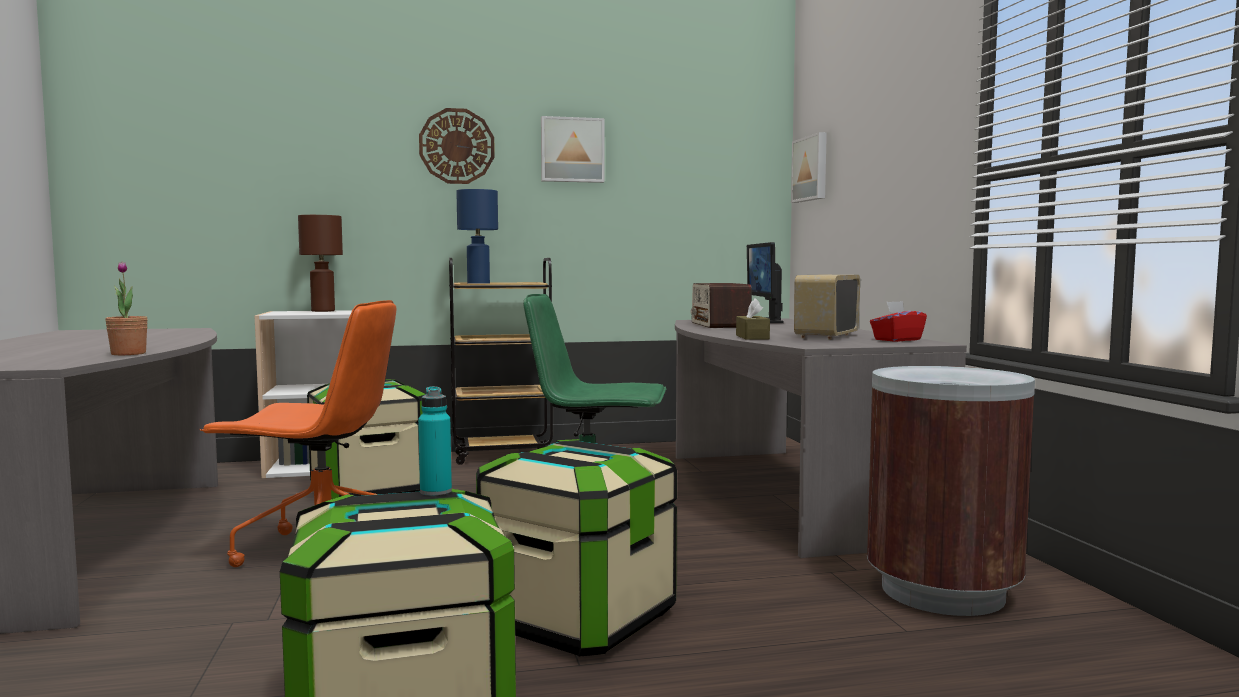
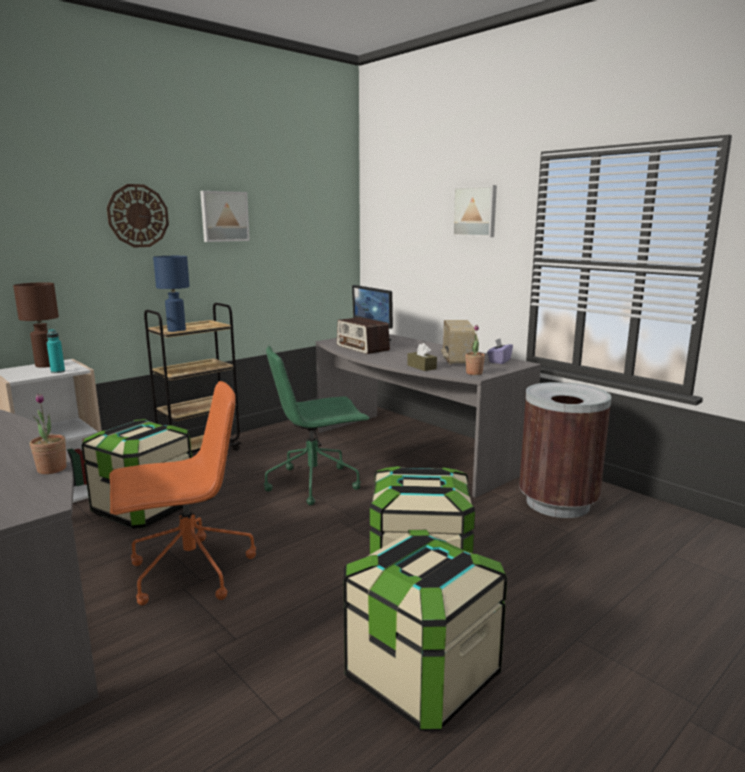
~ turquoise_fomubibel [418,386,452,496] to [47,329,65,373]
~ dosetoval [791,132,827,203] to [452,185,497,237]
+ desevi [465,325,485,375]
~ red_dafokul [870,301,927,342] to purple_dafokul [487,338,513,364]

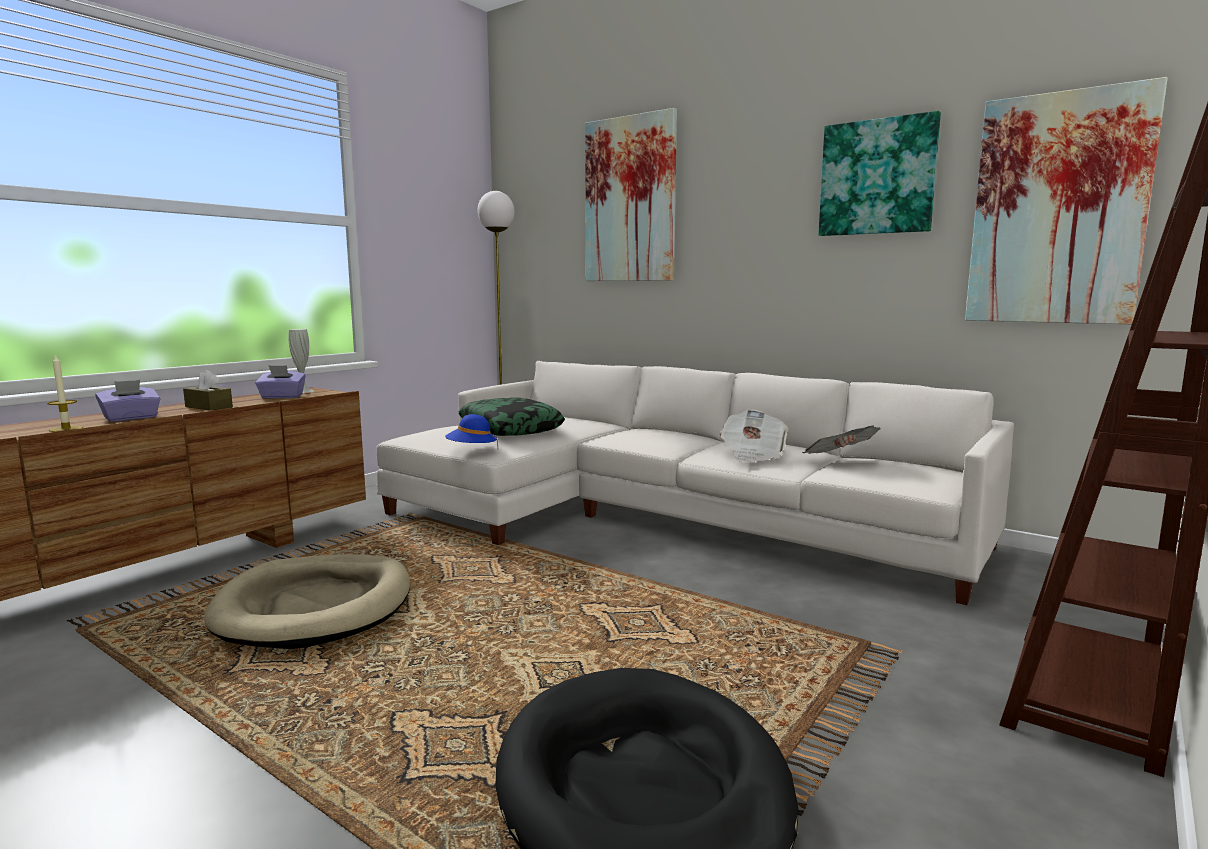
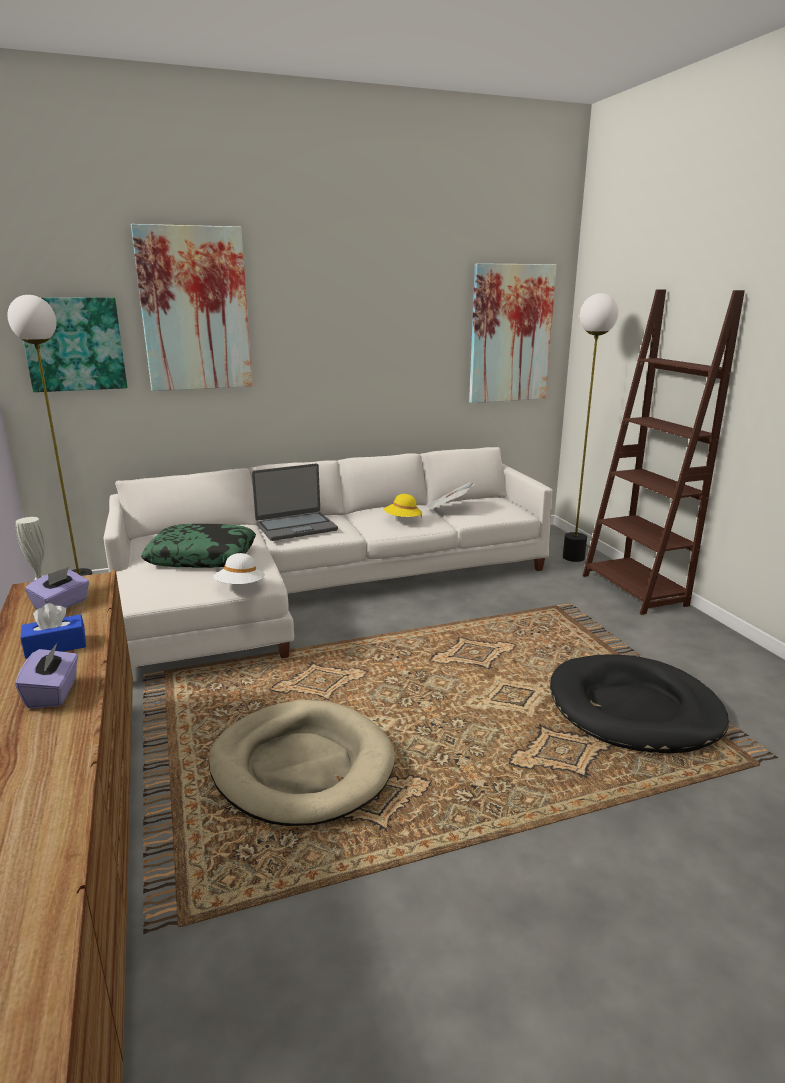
~ brown_dafokul [183,370,233,411] to blue_dafokul [21,603,86,659]
~ dosetoval [819,111,941,236] to [23,297,127,392]
~ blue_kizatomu [445,414,498,450] to white_kizatomu [213,553,265,584]
+ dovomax [252,464,338,541]
~ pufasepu [720,409,788,463] to yellow_kizatomu [384,494,422,519]
+ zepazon [563,293,618,562]
- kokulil [47,354,83,432]

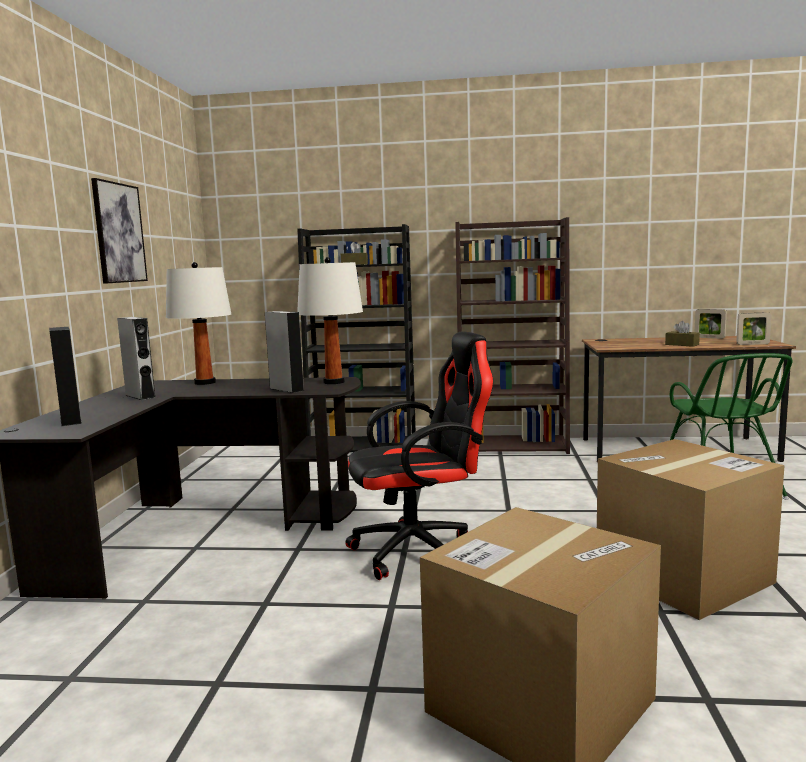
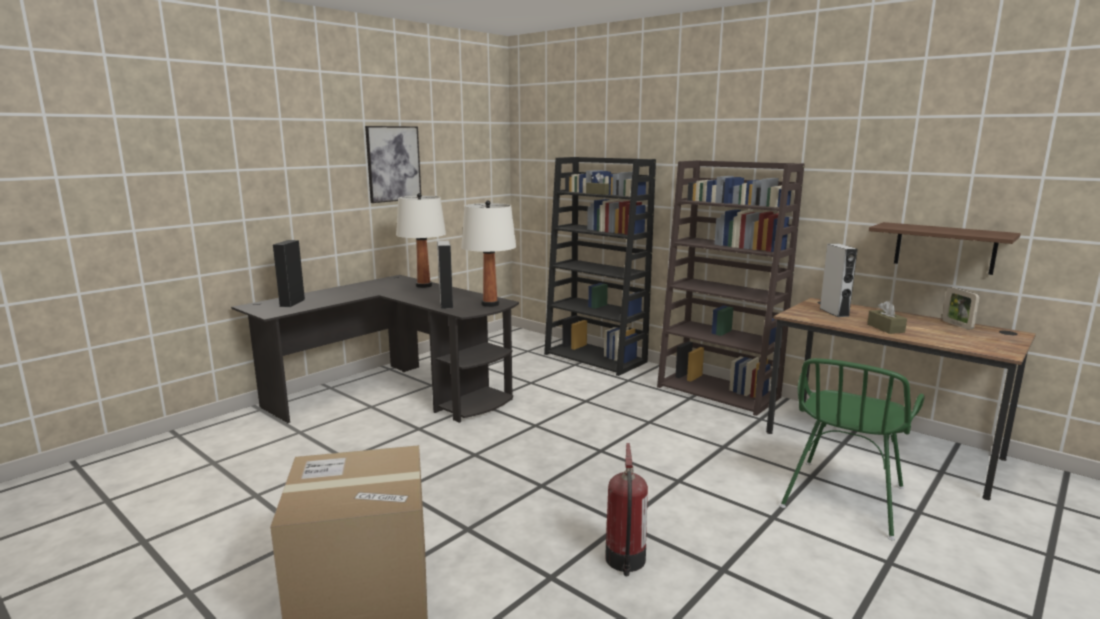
~ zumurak [597,439,785,620] to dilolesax [605,443,648,576]
~ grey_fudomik [117,317,156,400] to [820,244,858,317]
+ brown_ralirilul [869,222,1021,275]
- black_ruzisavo [345,332,493,580]
- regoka [736,312,772,345]

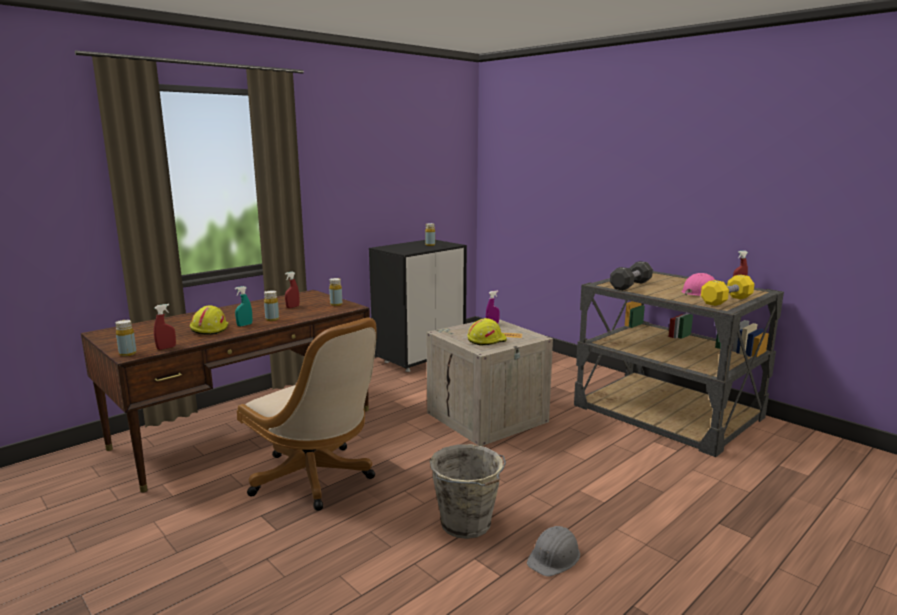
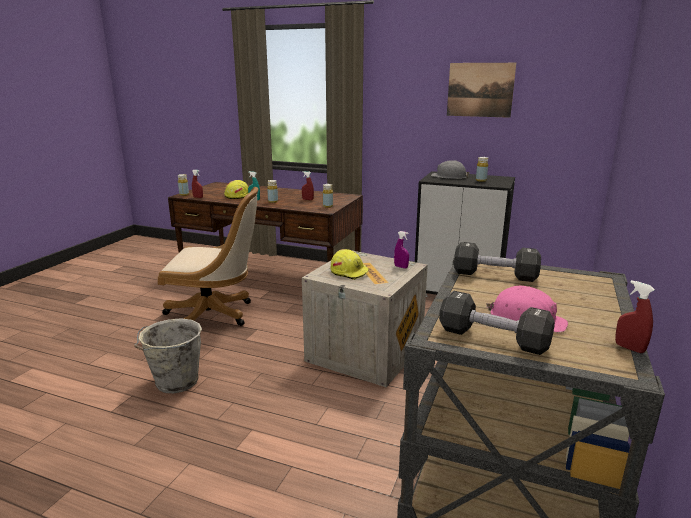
~ ruzisavo [237,317,376,511] = [158,187,258,326] 105 degrees counterclockwise
~ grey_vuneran [527,526,580,577] to [431,160,470,179]
~ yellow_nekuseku [701,275,755,306] to black_nekuseku [439,291,555,355]
+ dosetoval [447,63,516,118]

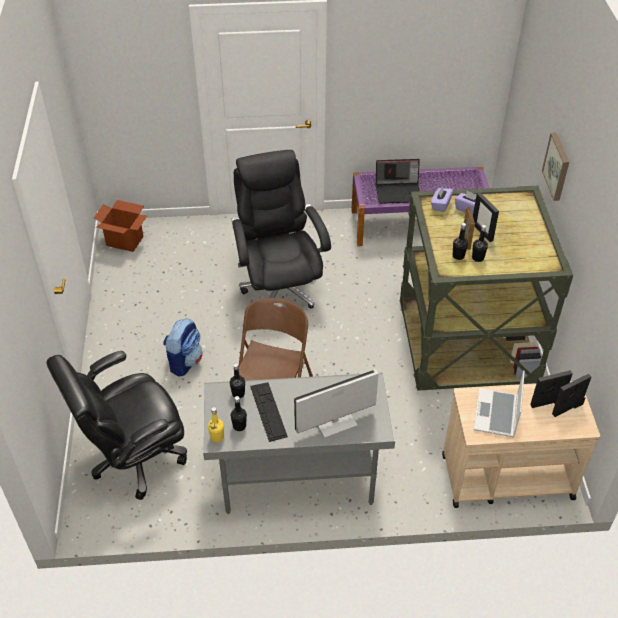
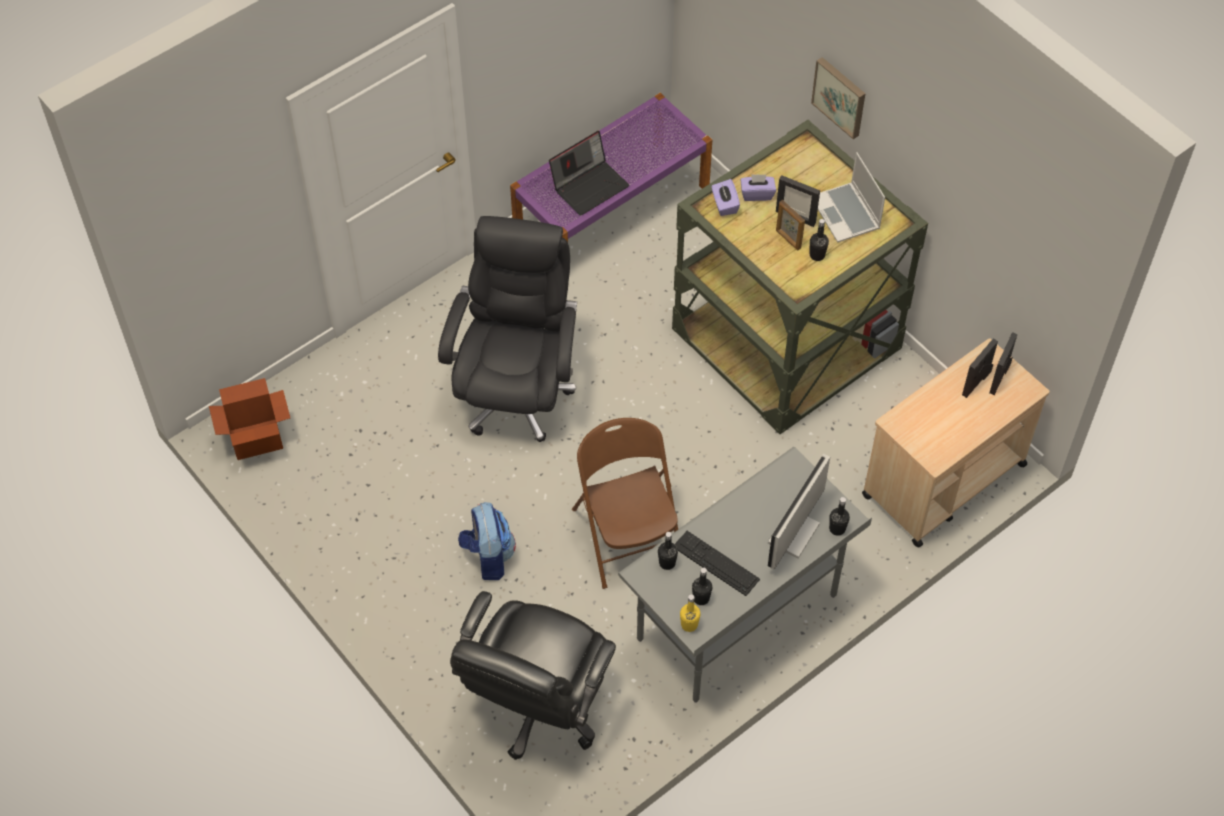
~ black_ruzisavo [231,150,331,309] = [438,216,577,442] 60 degrees clockwise
~ dovomax [474,370,525,437] to [818,152,885,243]
~ black_fomubibel [453,223,468,260] to [829,497,850,536]

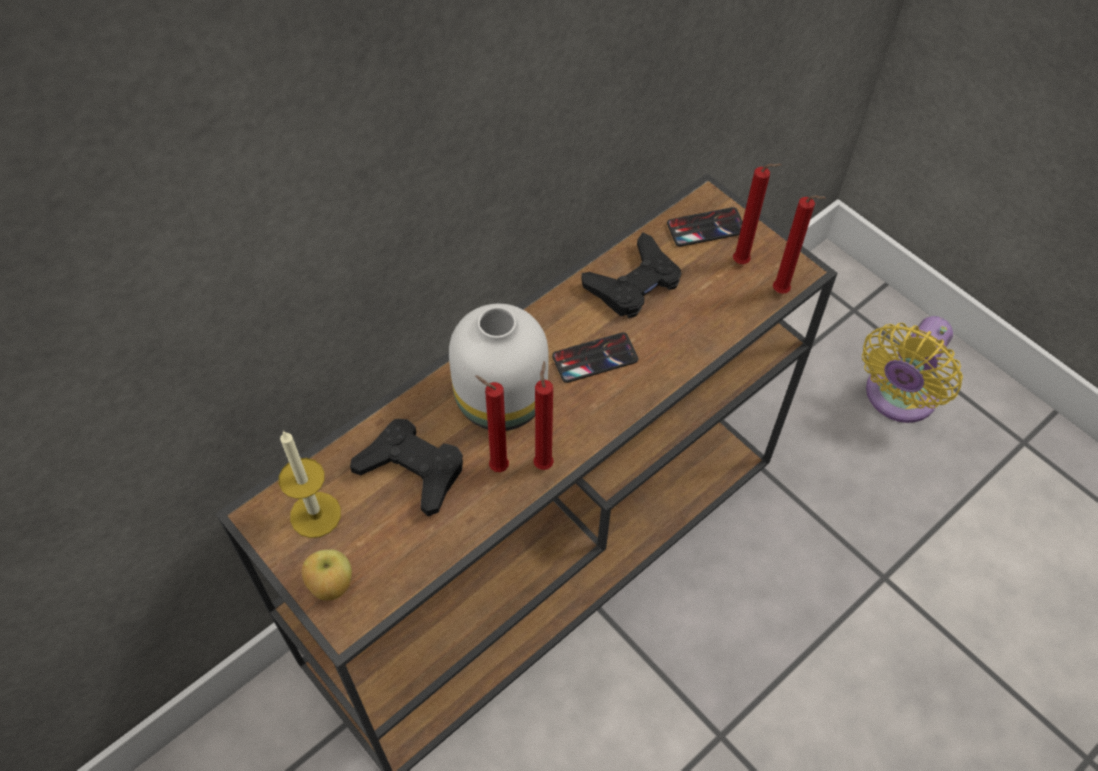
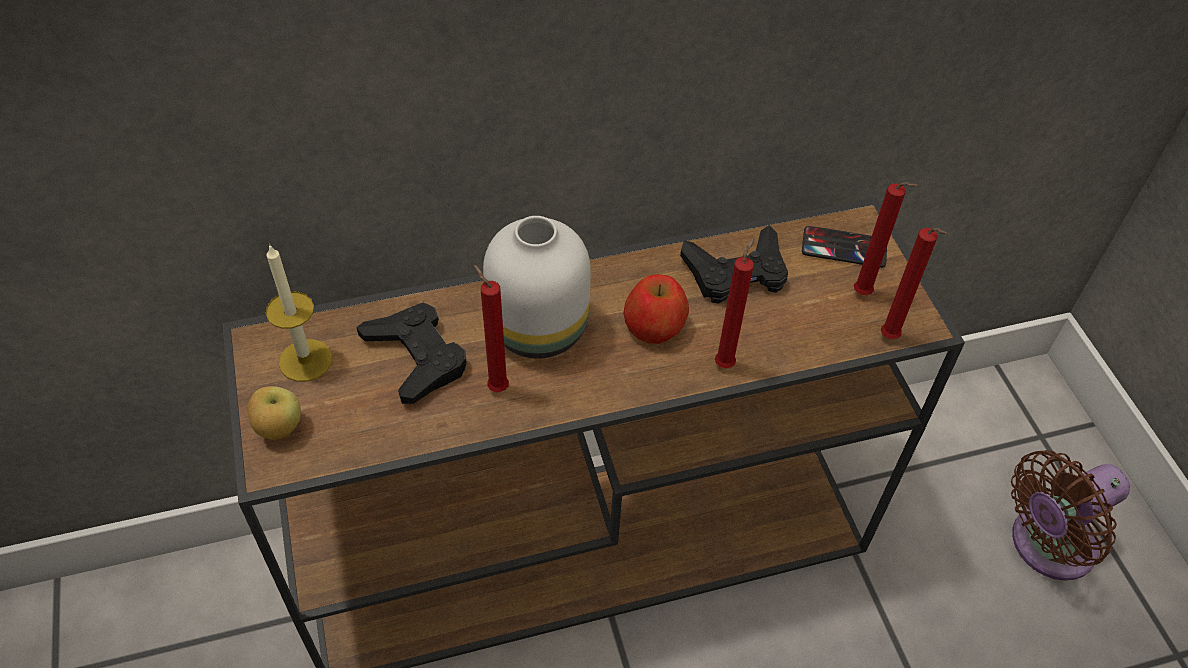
~ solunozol [552,332,638,383] to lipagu [623,274,689,344]
~ red_kokulil [533,361,554,470] to [715,238,755,368]
~ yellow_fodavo [862,316,963,423] to brown_fodavo [1011,450,1130,581]

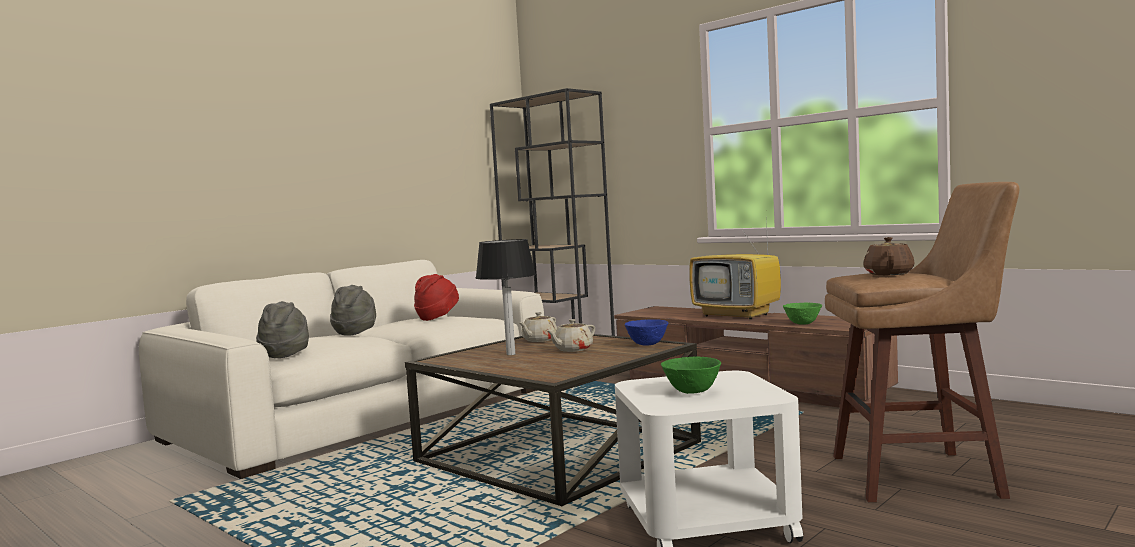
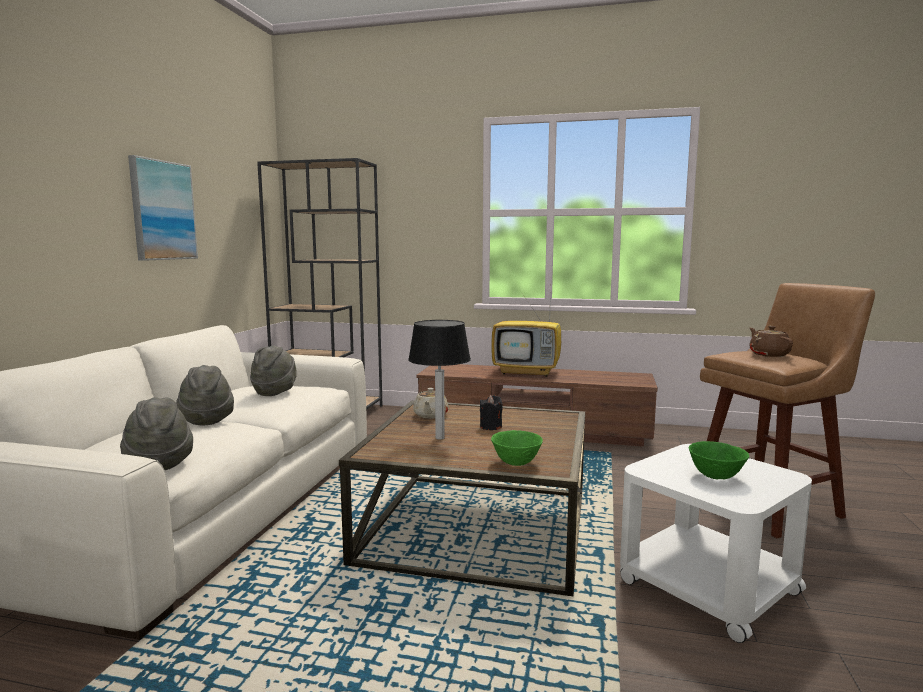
+ dosetoval [128,155,198,261]
~ red_kizatomu [414,274,459,321] to grey_kizatomu [250,346,297,396]
~ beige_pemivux [546,319,595,352] to black_kokulil [480,395,503,430]
~ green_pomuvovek [783,303,822,325] to [491,430,543,466]
- blue_pomuvovek [624,319,669,346]

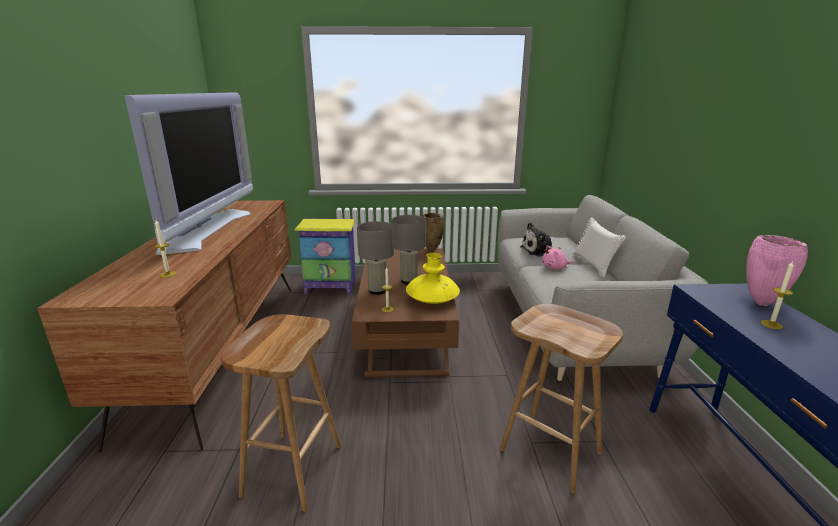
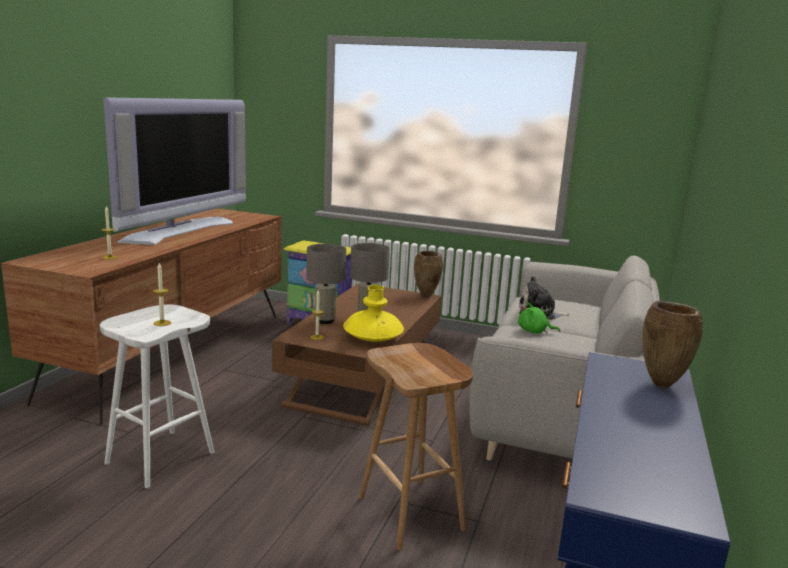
~ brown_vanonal [221,314,341,512] to white_vanonal [100,305,214,488]
~ kokulil [760,261,794,329] to [153,263,171,326]
~ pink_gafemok [542,245,574,270] to green_gafemok [518,302,560,334]
~ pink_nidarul [746,235,808,306] to brown_nidarul [643,301,703,388]
- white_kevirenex [572,217,626,278]

